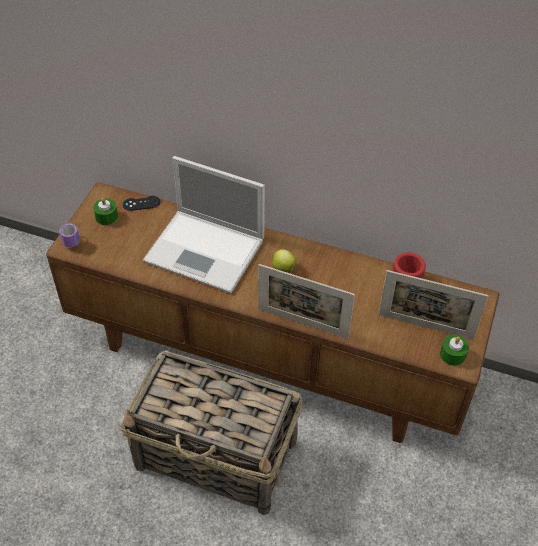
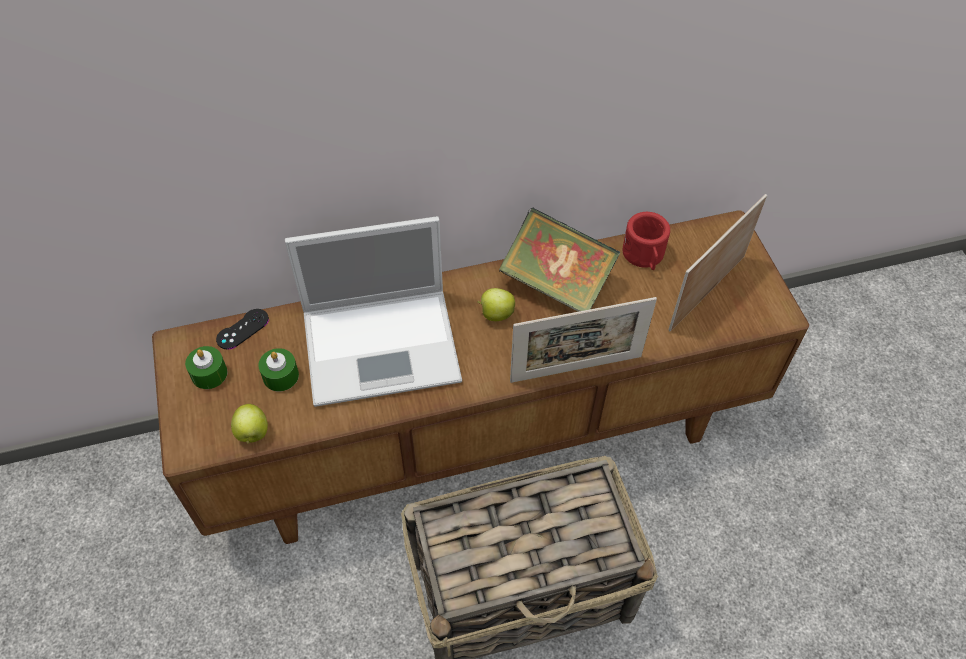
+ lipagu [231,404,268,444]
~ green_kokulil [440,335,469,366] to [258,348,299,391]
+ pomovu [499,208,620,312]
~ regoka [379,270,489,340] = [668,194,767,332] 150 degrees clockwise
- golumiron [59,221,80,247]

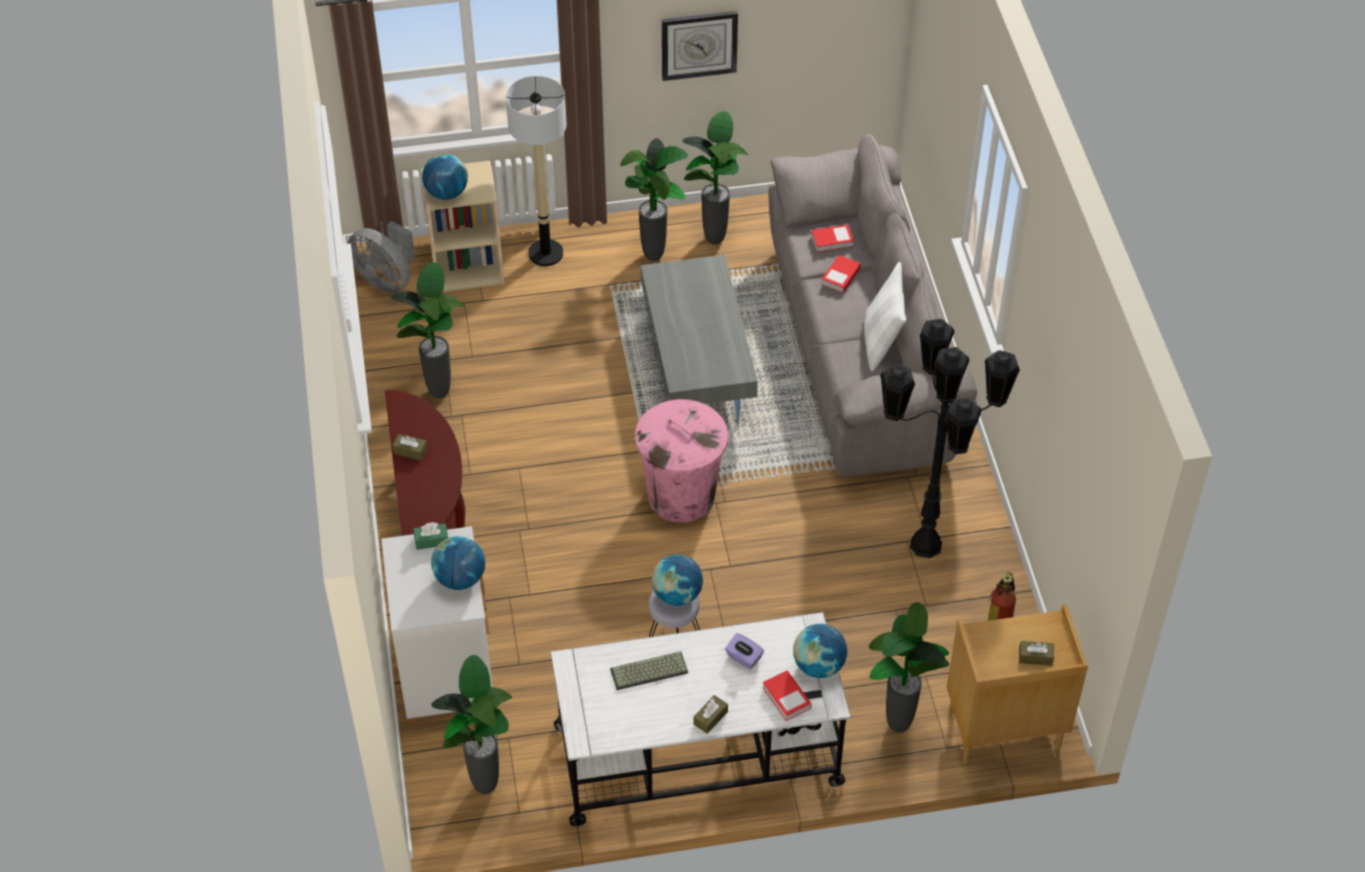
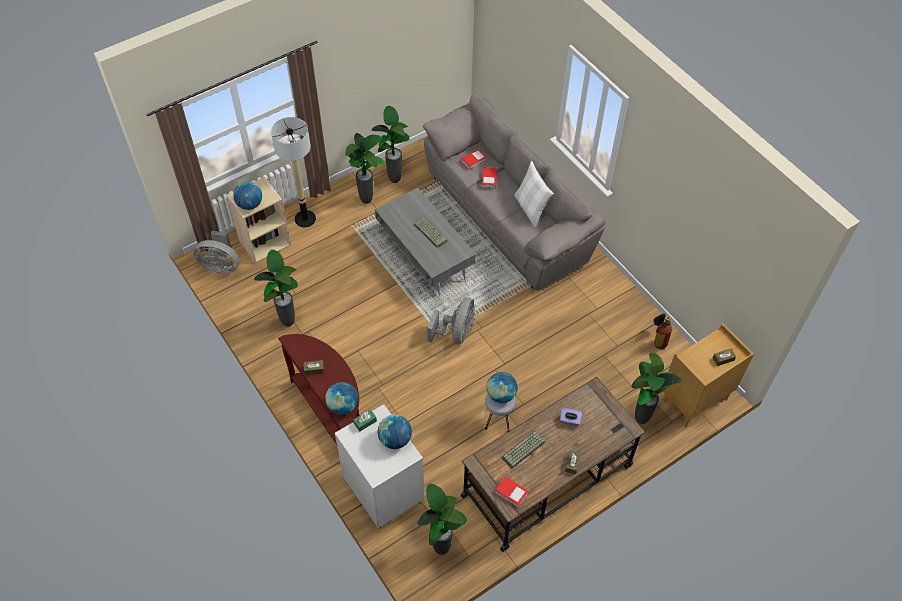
~ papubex [793,624,847,678] to [325,382,358,415]
+ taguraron [414,218,448,248]
~ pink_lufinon [635,399,728,523] to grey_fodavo [427,297,475,344]
~ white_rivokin [550,612,851,826] to brown_rivokin [461,377,645,552]
~ pomovu [762,670,812,721] to [495,476,529,507]
- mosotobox [662,11,738,81]
- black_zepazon [880,319,1020,558]

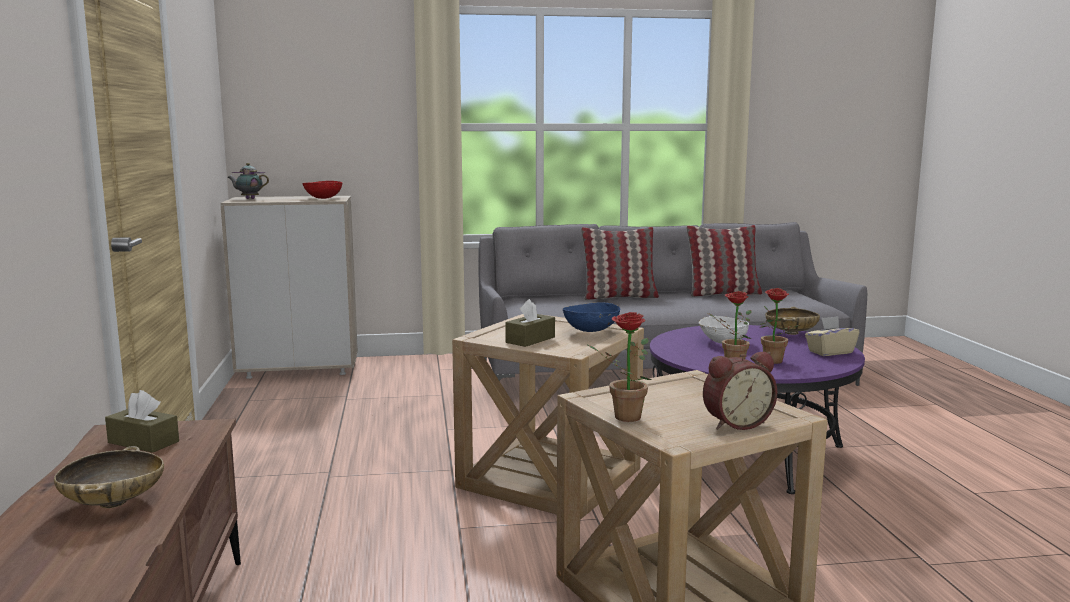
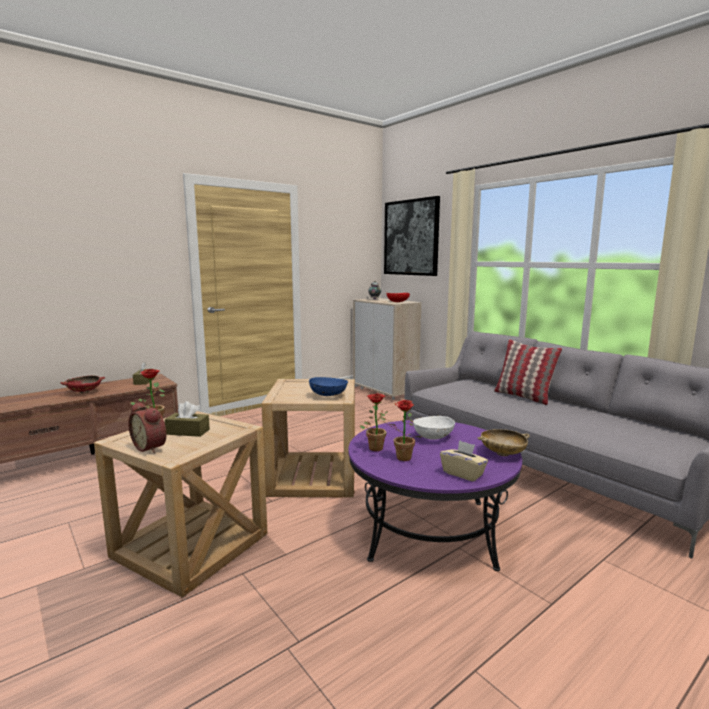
~ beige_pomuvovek [54,446,164,508] to red_pomuvovek [60,375,105,393]
~ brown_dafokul [505,299,555,347] to [165,401,210,437]
+ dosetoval [384,196,440,276]
- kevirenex [686,225,762,297]

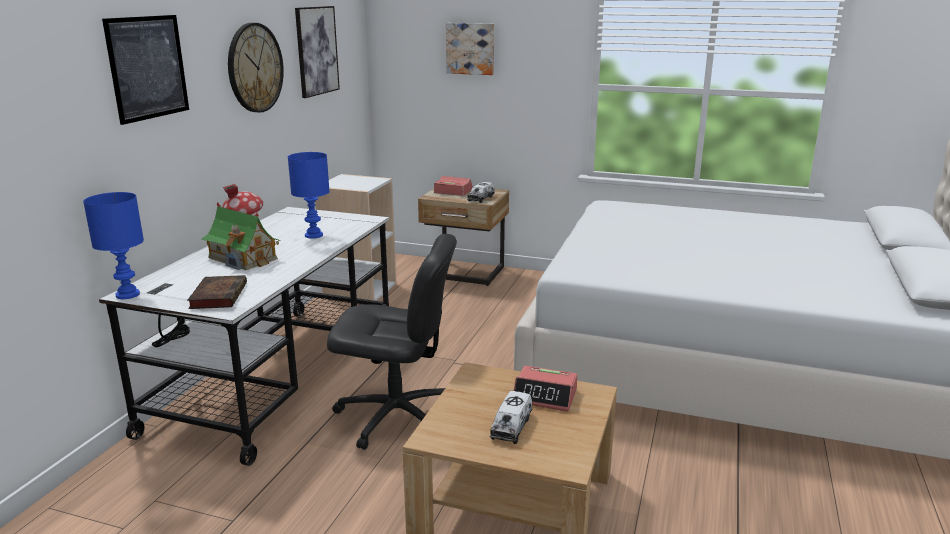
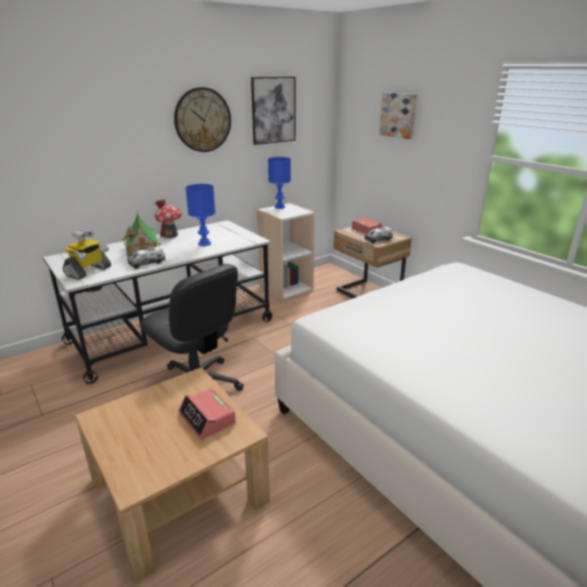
~ pomovu [187,275,247,309] to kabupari [63,229,111,280]
~ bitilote [490,391,532,444] to [127,247,166,269]
~ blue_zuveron [83,192,144,299] to [268,157,291,209]
- dosetoval [102,15,189,125]

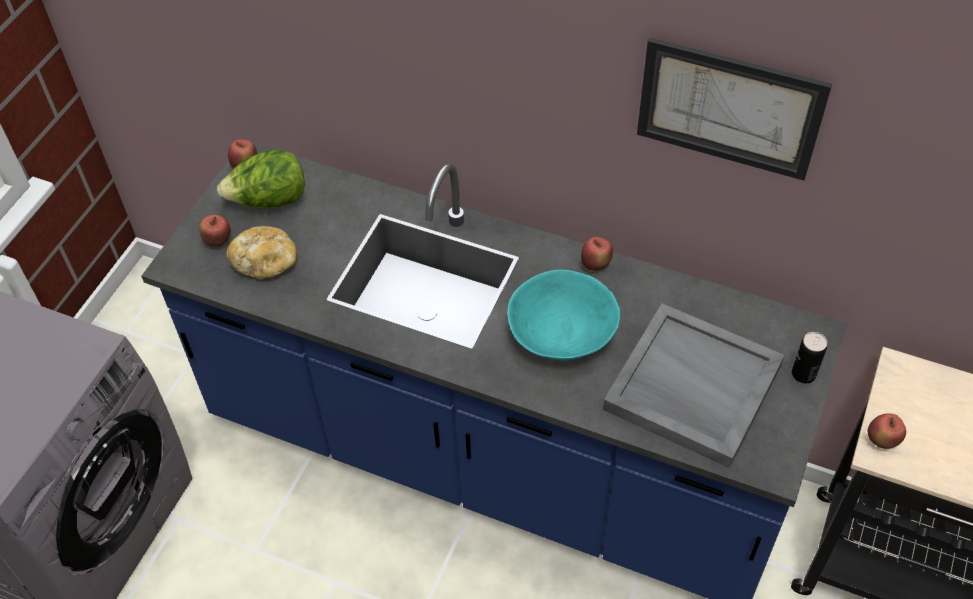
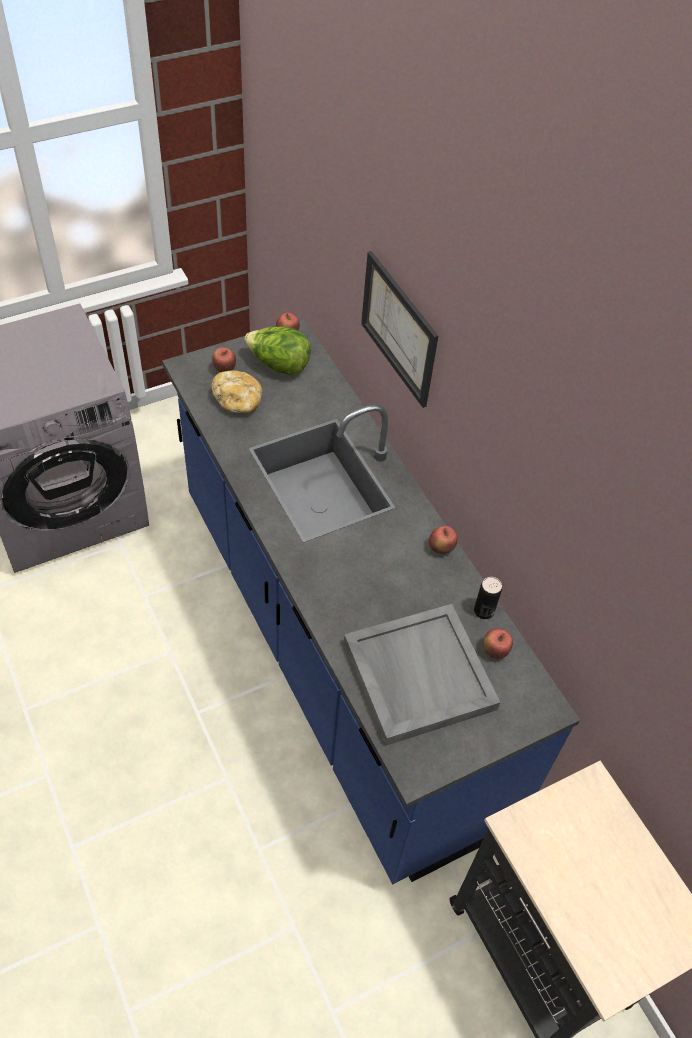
~ dosetoval [637,38,832,181] to [361,251,438,408]
~ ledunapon [792,332,827,383] to [474,577,502,619]
~ lipagu [868,413,906,449] to [483,628,513,659]
- turquoise_pomuvovek [507,270,620,361]

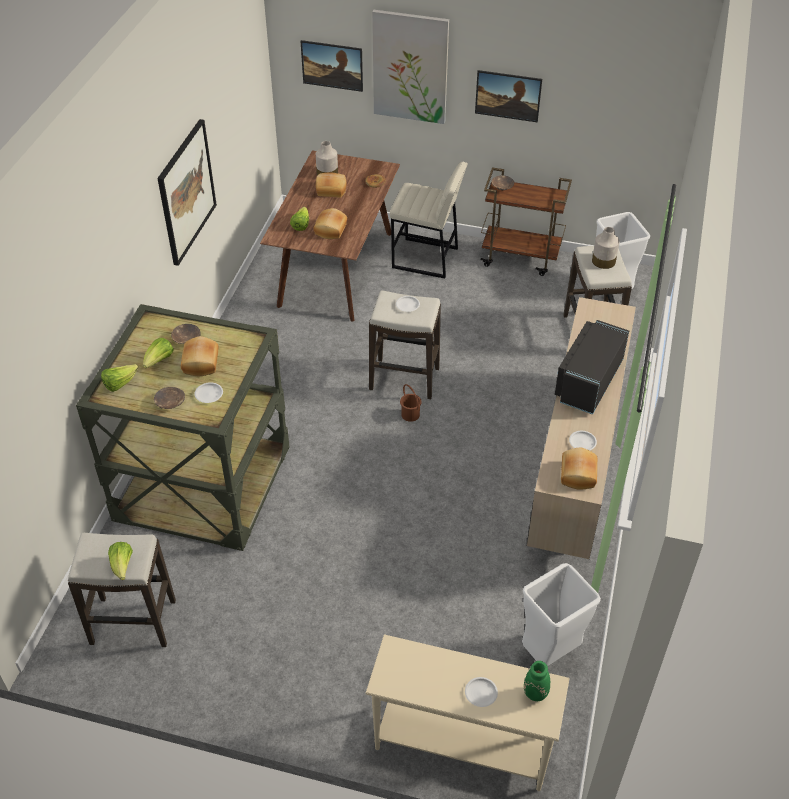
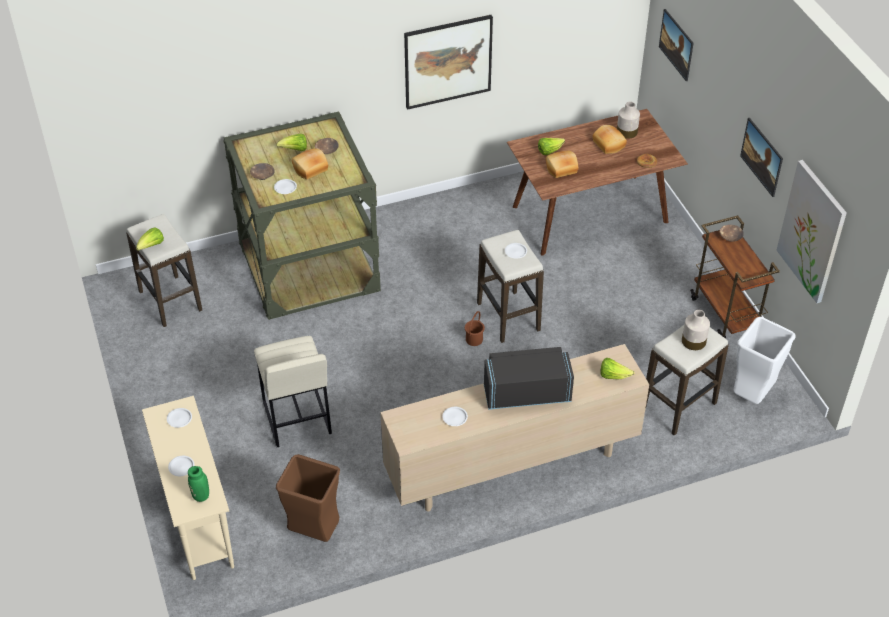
+ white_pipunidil [167,408,192,428]
~ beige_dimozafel [390,161,468,278] to [254,336,332,447]
~ white_lufinon [522,563,601,666] to brown_lufinon [276,454,340,542]
~ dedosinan [101,364,138,392] to [600,358,634,379]
~ dosetoval [372,10,449,124] to [776,160,847,303]
- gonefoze [561,448,597,489]

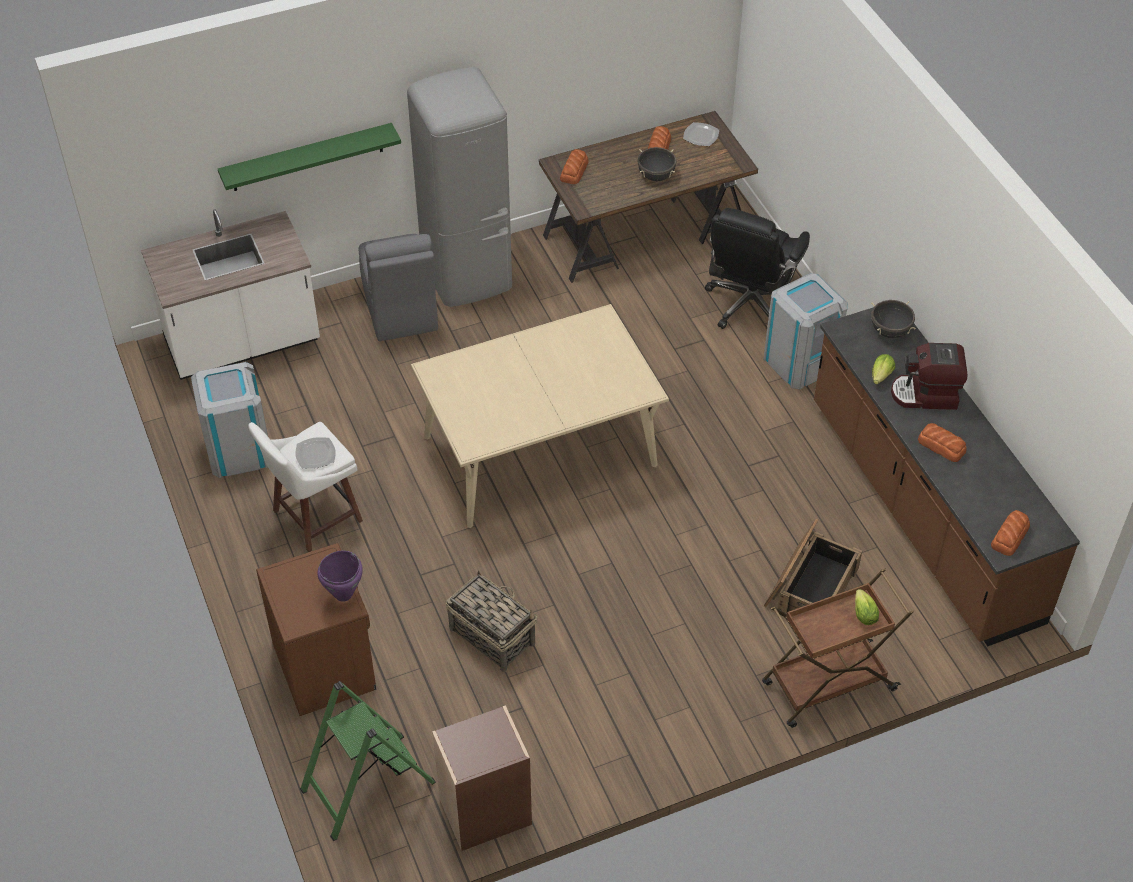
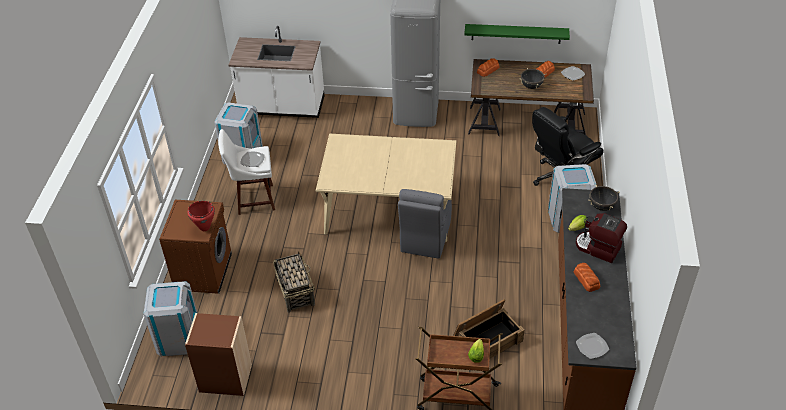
~ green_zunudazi [300,681,436,841] to grey_lufinon [144,281,198,357]
~ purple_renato [317,550,363,602] to red_renato [187,201,215,231]
~ grey_dimozafel [358,234,438,341] to [398,189,452,259]
~ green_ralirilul [218,123,401,191] to [464,24,570,44]
~ gonefoze [991,510,1030,556] to pipunidil [576,333,609,359]

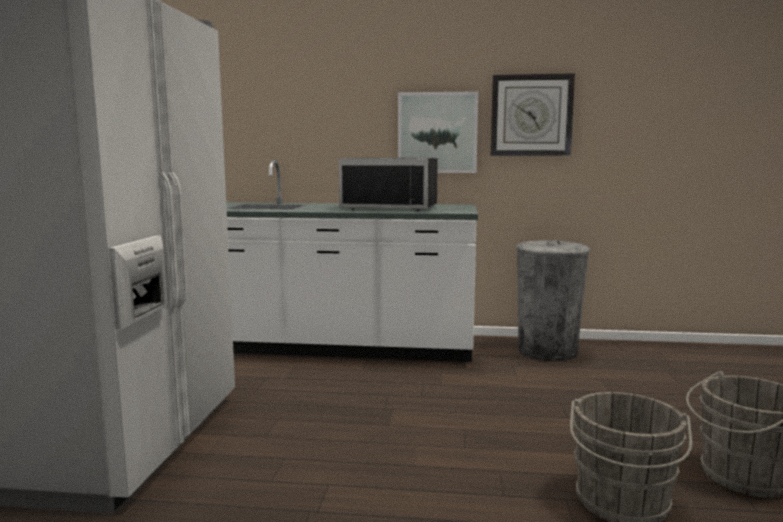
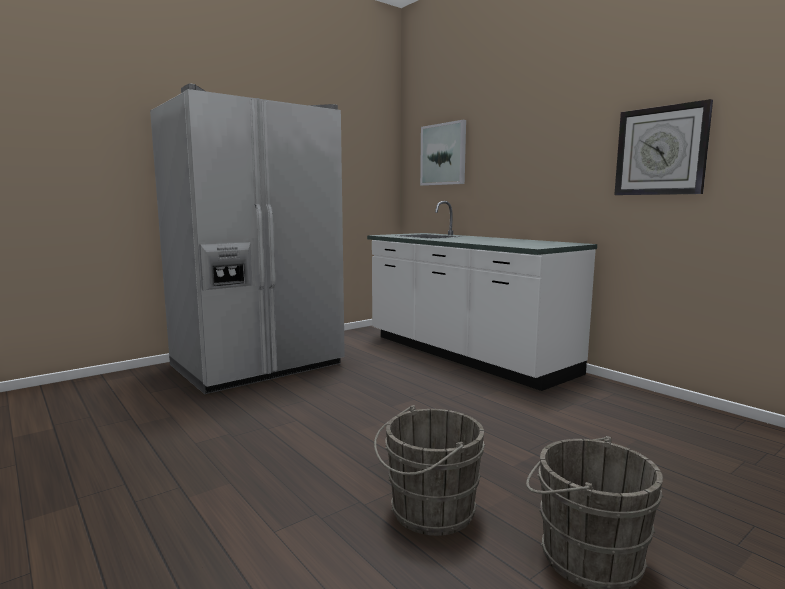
~ dosetoval [398,91,478,173] to [420,120,466,186]
- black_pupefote [339,158,438,211]
- grey_lufinon [516,240,590,361]

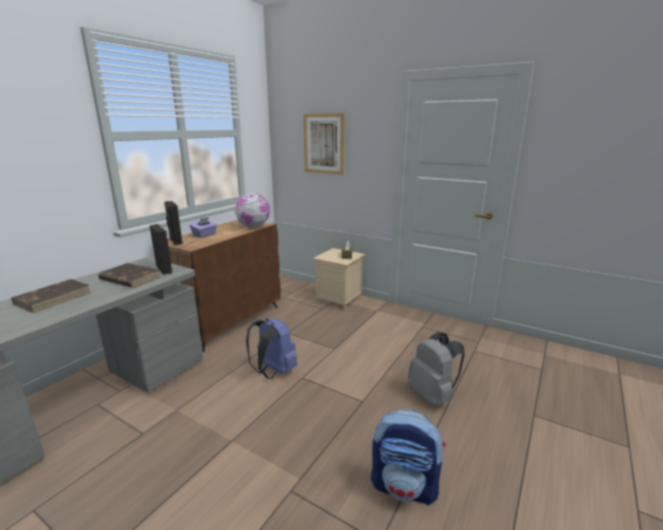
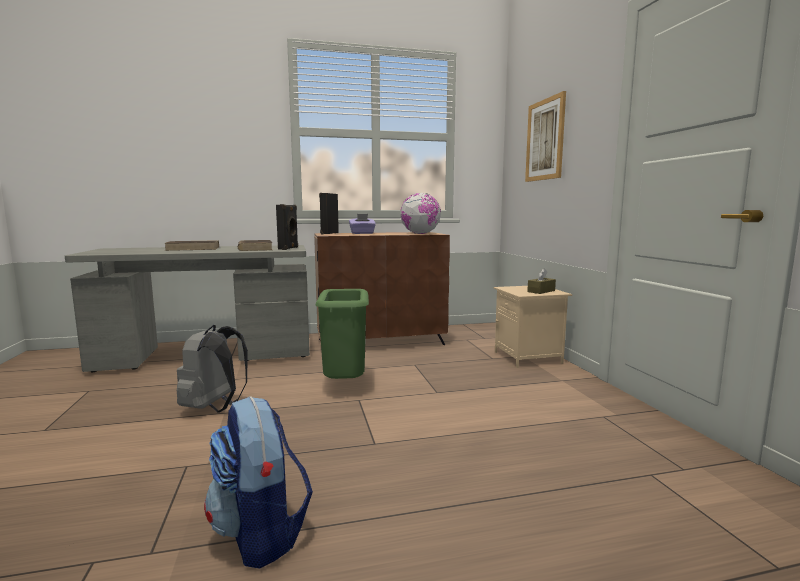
~ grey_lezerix [408,332,465,405] to [177,325,248,413]
~ blue_lezerix [246,318,297,379] to green_lufinon [315,289,369,379]

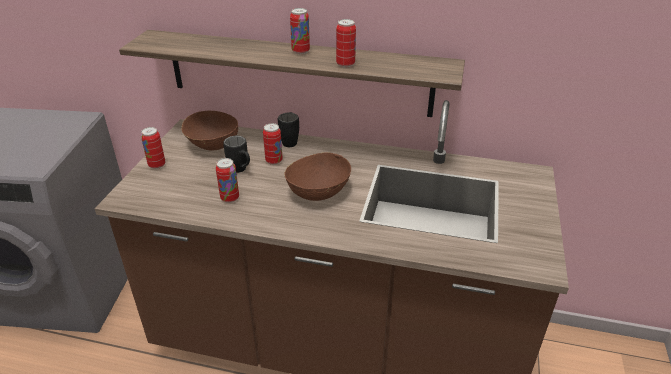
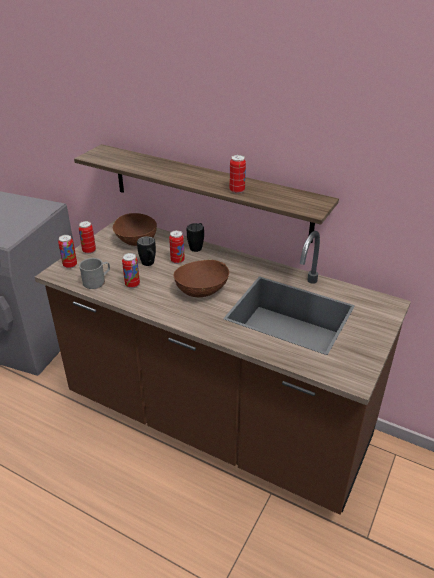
~ ledunapon [290,8,310,54] to [58,235,77,269]
+ grey_golumiron [79,258,110,289]

